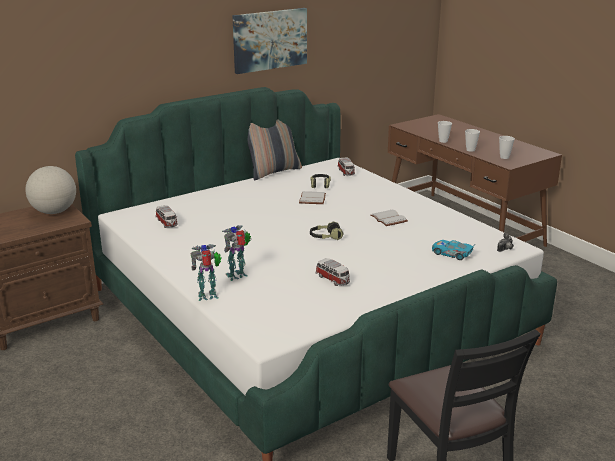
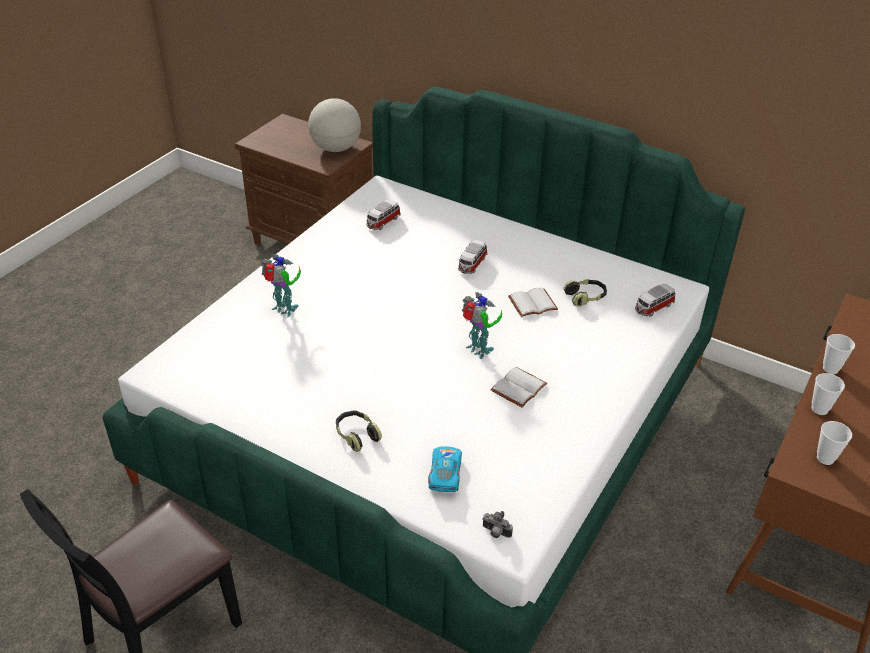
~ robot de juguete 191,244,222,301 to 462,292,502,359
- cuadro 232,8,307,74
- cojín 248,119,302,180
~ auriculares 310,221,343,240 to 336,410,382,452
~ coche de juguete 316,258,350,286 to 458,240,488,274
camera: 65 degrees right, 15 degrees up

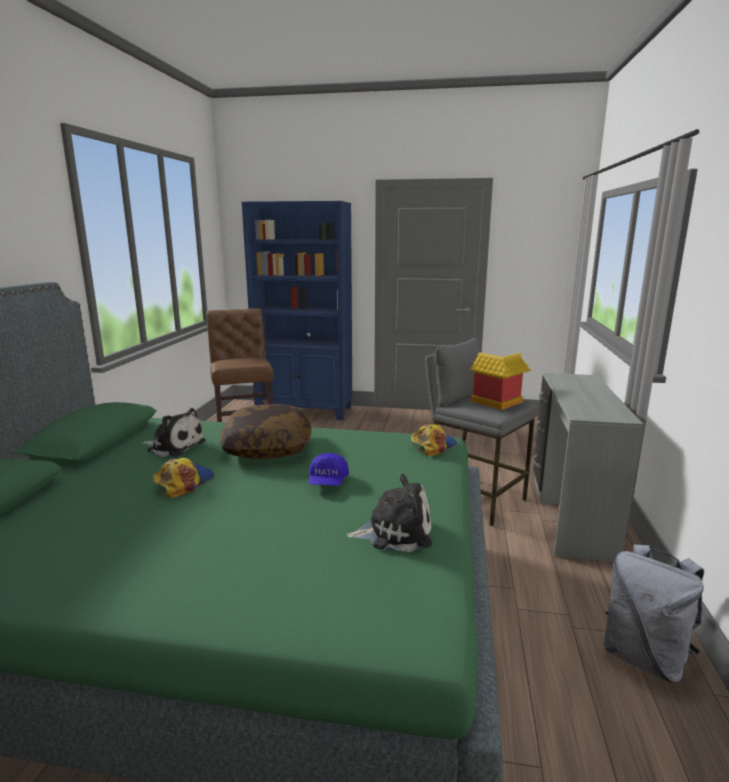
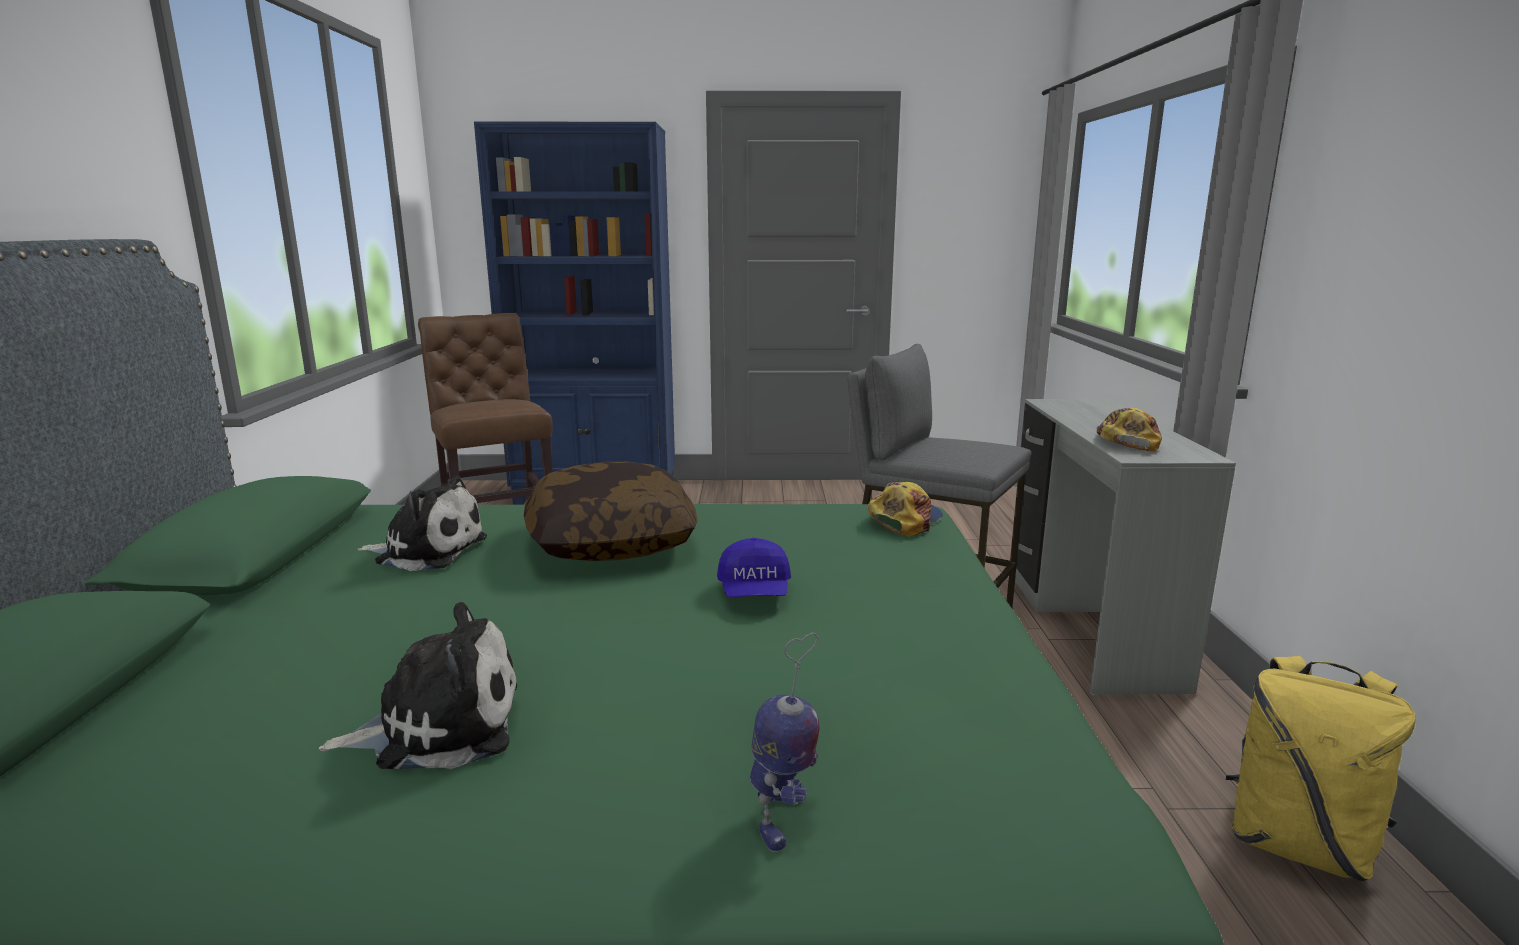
~ gorra 153,458,214,498 to 1096,408,1162,452
~ peluche 346,474,432,552 to 319,602,517,769
- casita 470,352,531,410
~ mochila/gris 604,545,704,683 to mochila/amarillo 1226,656,1416,881
+ robot de juguete 750,633,820,852
camera: 10 degrees left, 0 degrees up

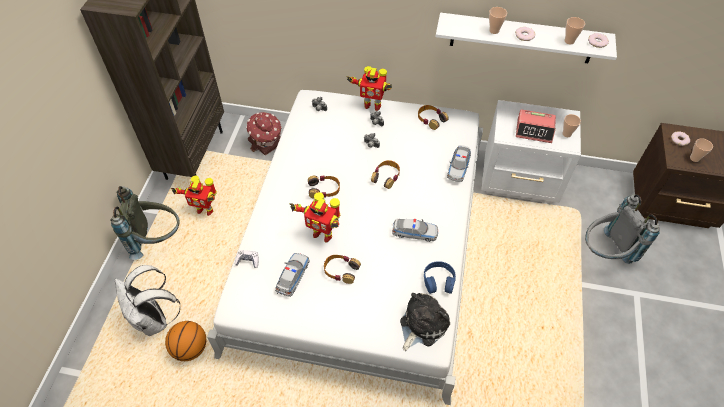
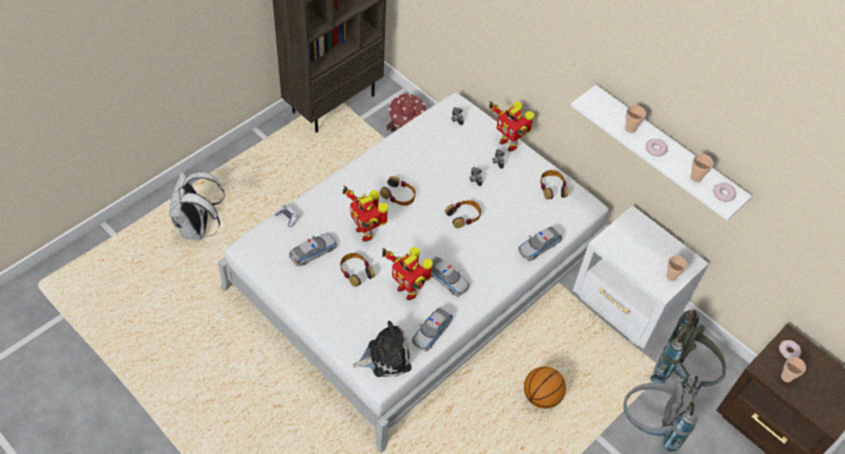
~ mochila/gris 110,186,180,260 to 650,309,726,386
~ balón de baloncesto 165,321,206,361 to 524,366,566,409
~ robot de juguete 171,176,217,216 to 382,247,433,300
~ auriculares/azul 424,261,456,294 to coche de juguete 412,307,453,351
- despertador 516,109,556,143
camera: 30 degrees right, 0 degrees up

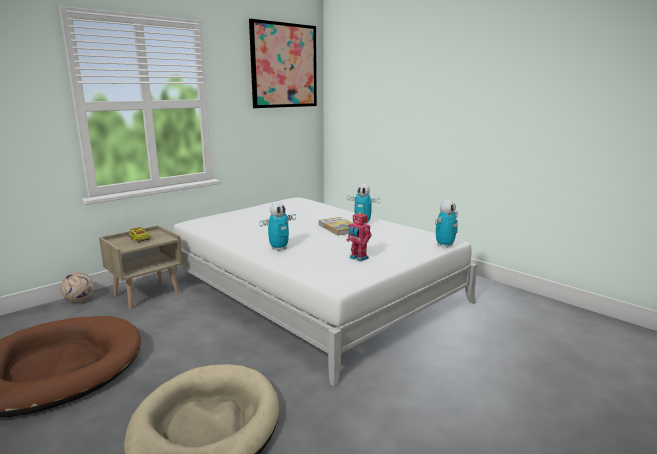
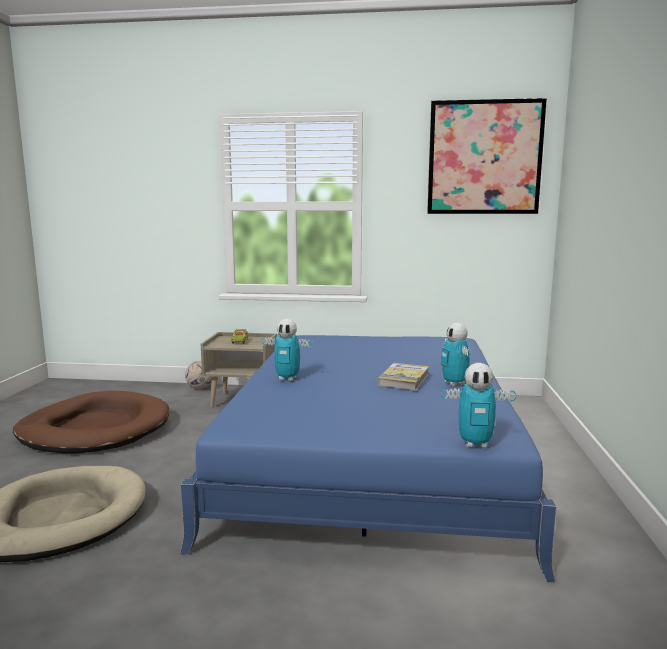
~ cama/blanco 168,198,477,387 to cama/azul 180,335,556,582
- robot de juguete 346,212,372,262
camera: 50 degrees right, 5 degrees down

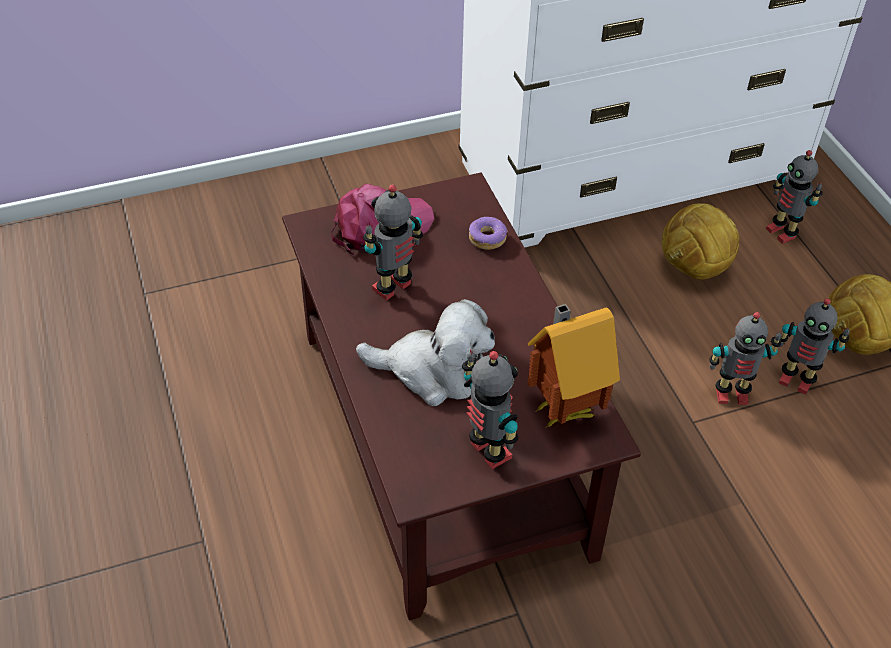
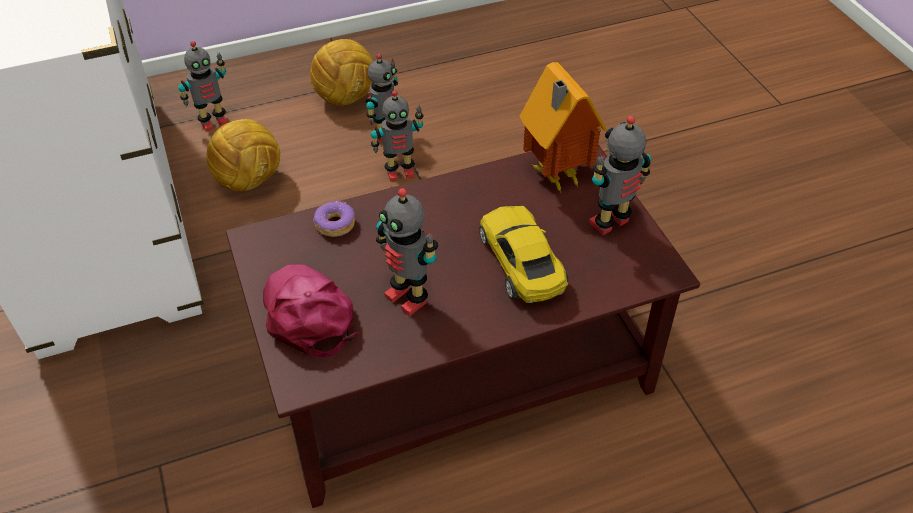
~ peluche 356,299,495,406 to coche de juguete/amarillo 479,206,568,303
~ robot de juguete 710,312,781,405 = 371,90,423,181 75 degrees clockwise
camera: 90 degrees left, 0 degrees up

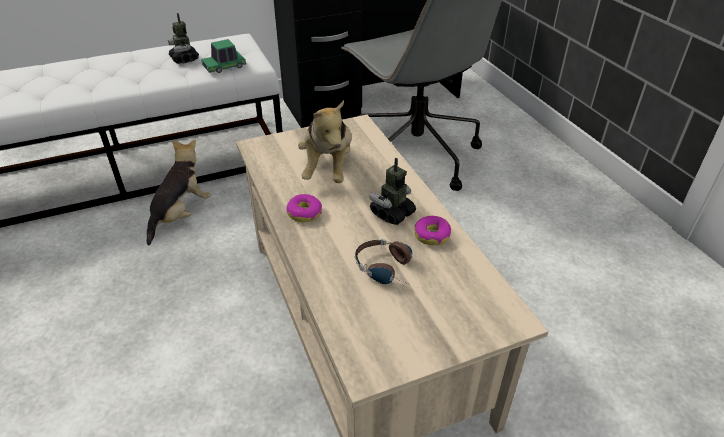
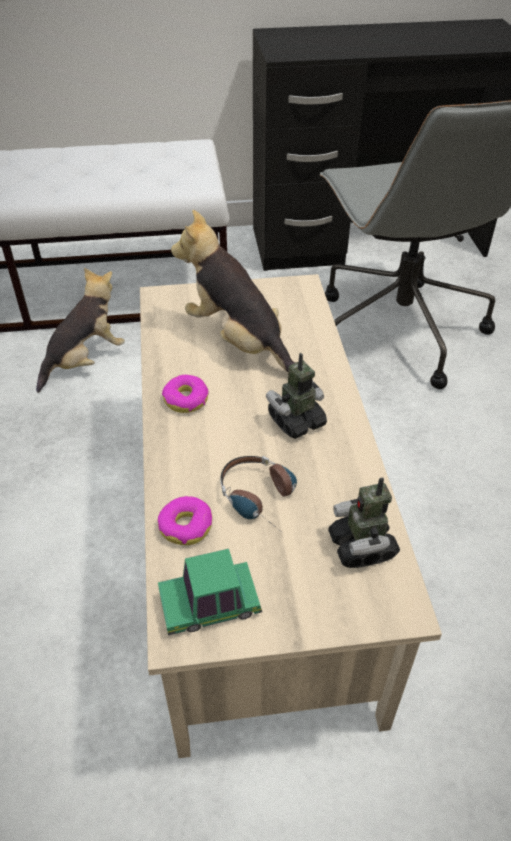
~ robot de juguete 168,13,199,64 to 328,477,400,568
~ coche de juguete 201,39,246,73 to 158,549,262,635
~ peluche 298,100,352,183 = 171,210,295,372 120 degrees clockwise
~ rosquilla 414,216,451,245 to 158,496,212,545
camera: 15 degrees right, 5 degrees up

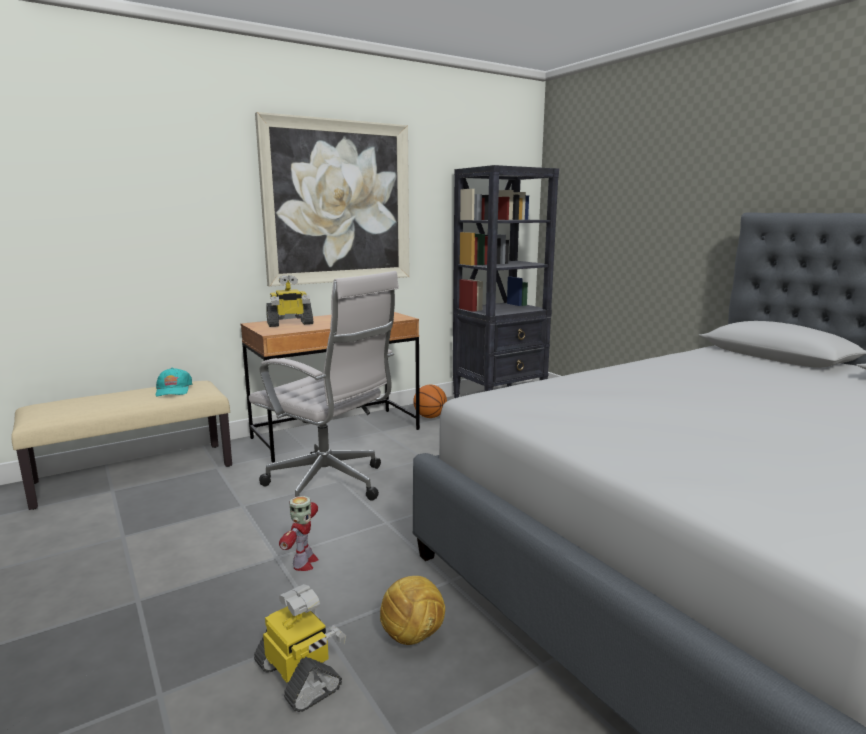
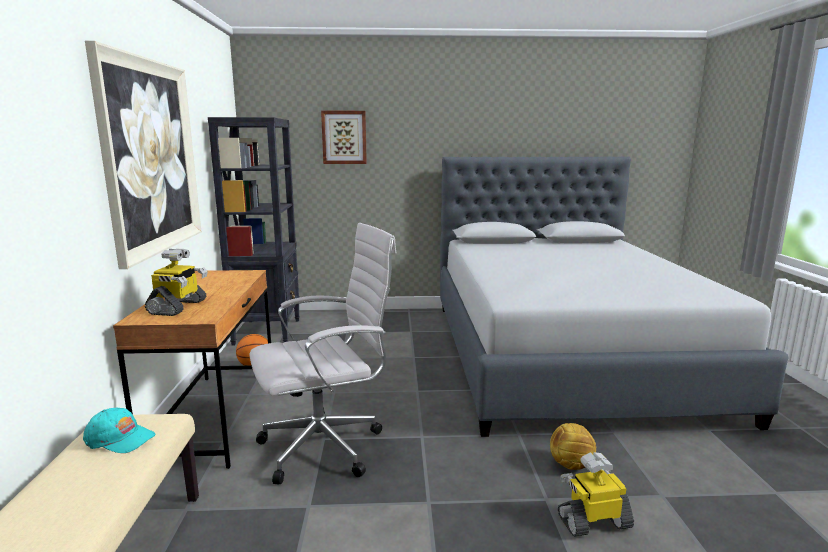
- robot de juguete 279,496,318,571
+ cuadro 321,111,367,164
camera: 60 degrees left, 0 degrees up

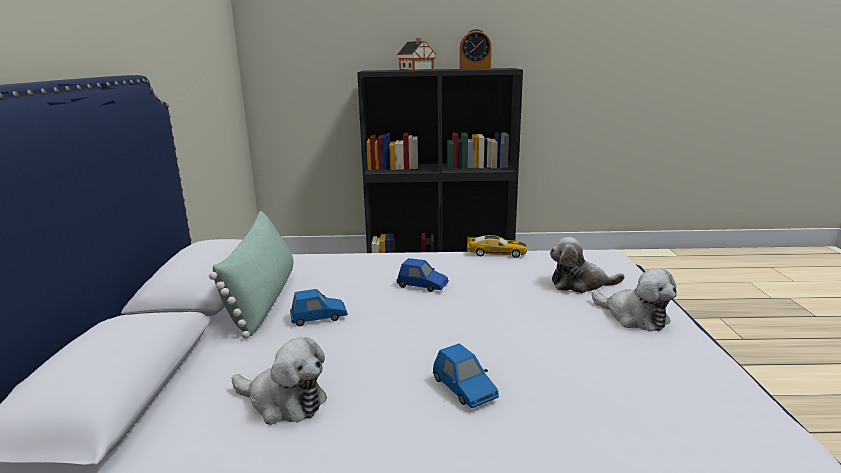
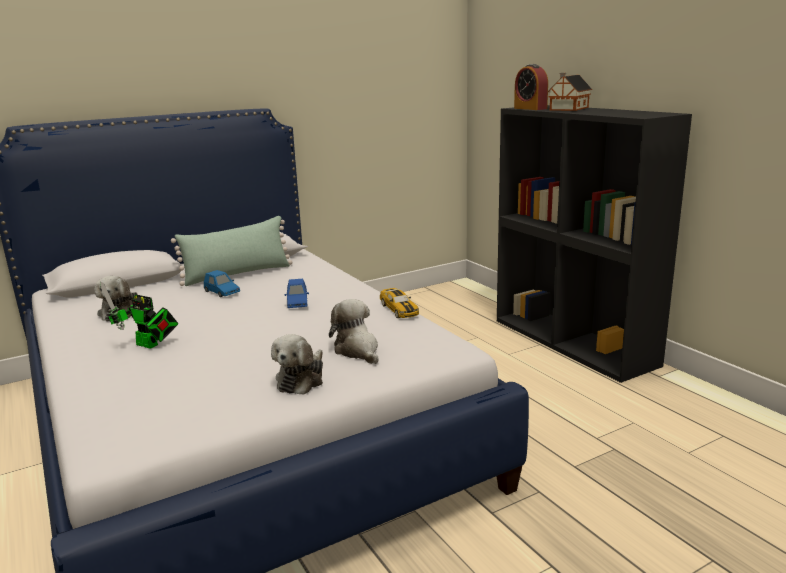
~ coche de juguete/azul 433,343,499,408 to robot de juguete 100,282,178,349
~ despertador 460,29,491,70 to 514,64,548,110
camera: 60 degrees right, 0 degrees up

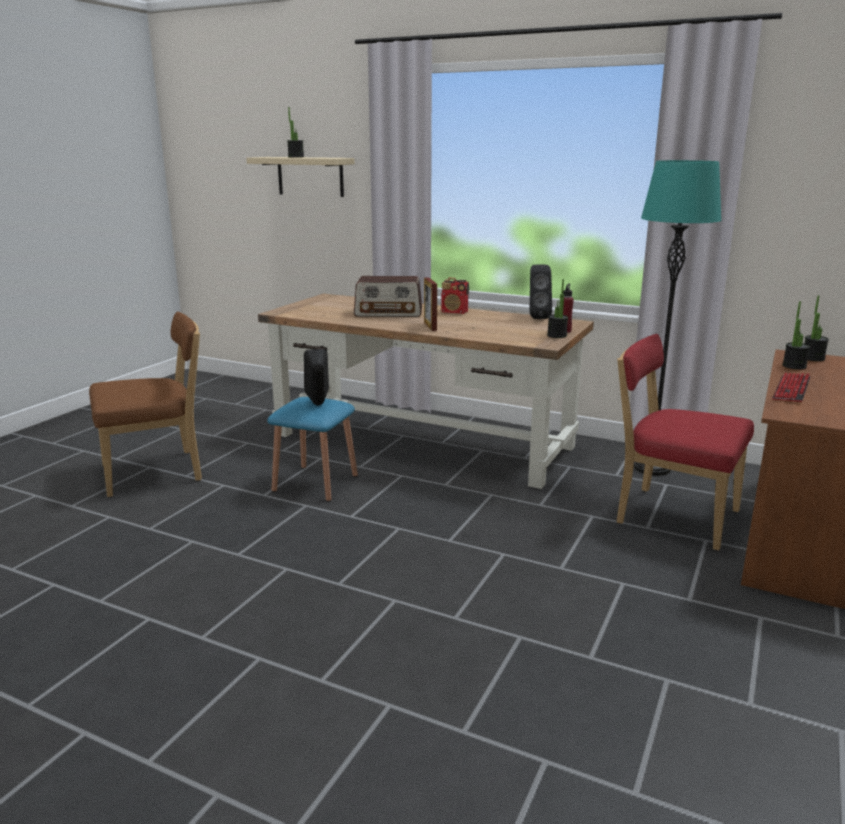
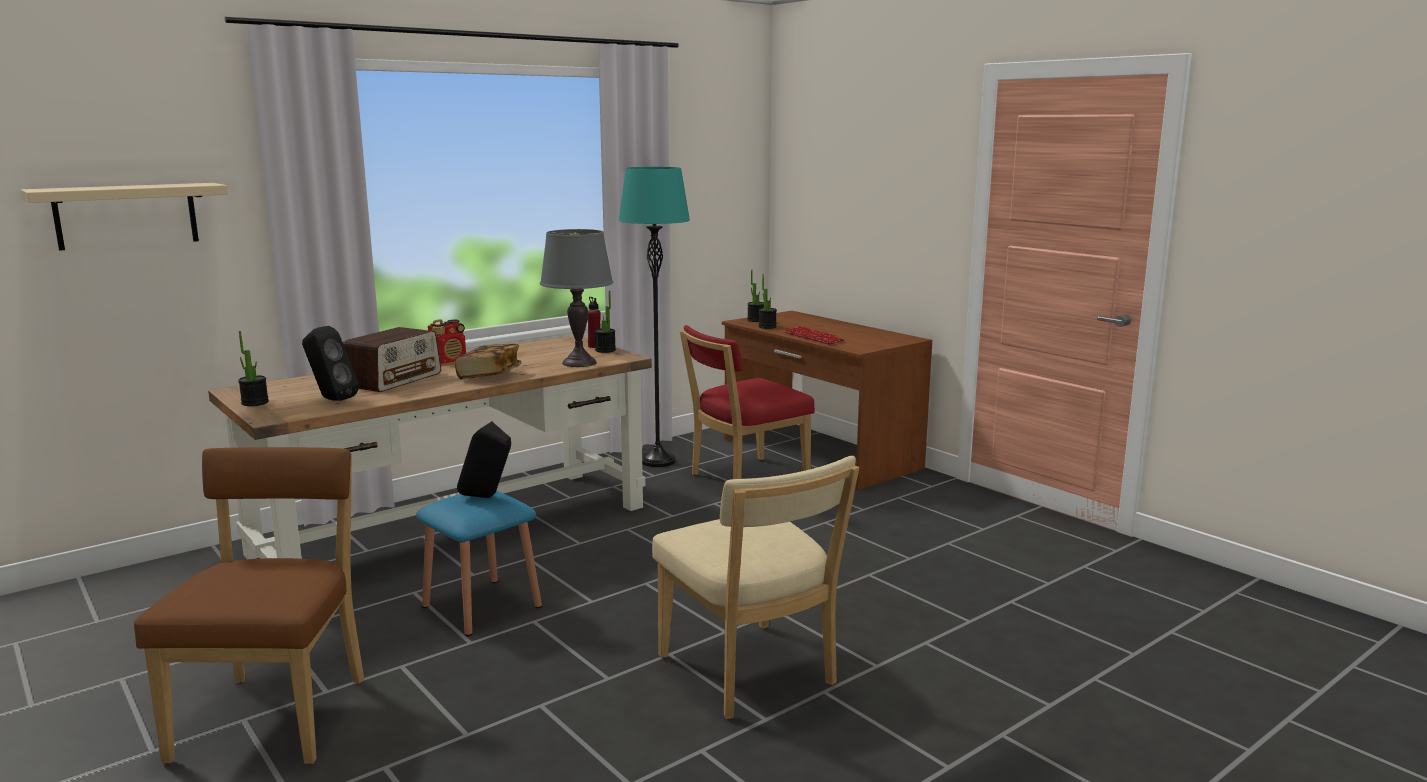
~ planta en maceta 287,107,304,157 to 238,331,269,406
~ portarretratos 424,277,437,331 to libro 455,344,522,379
~ altavoz/negro 530,264,552,319 to 302,326,359,401
+ lámpara de mesa/gris 540,229,613,367
+ silla/beis 652,456,859,719
camera: 65 degrees left, 5 degrees down

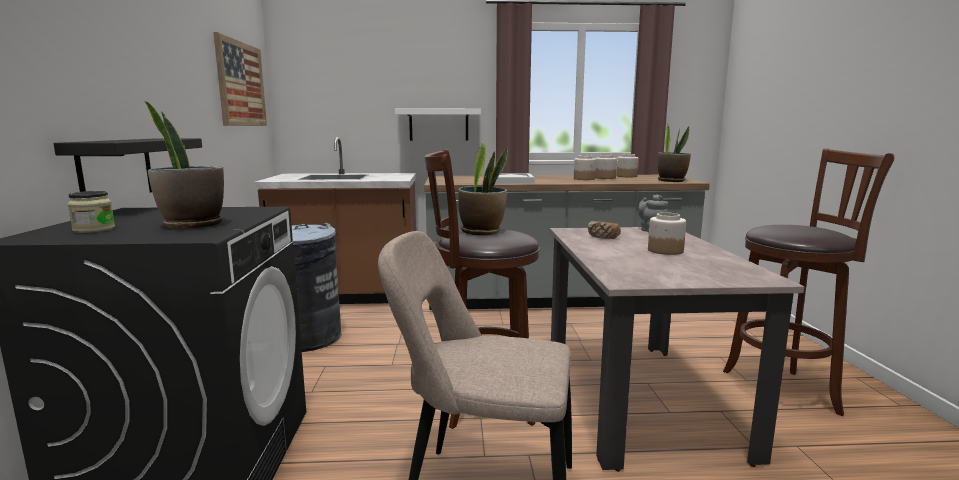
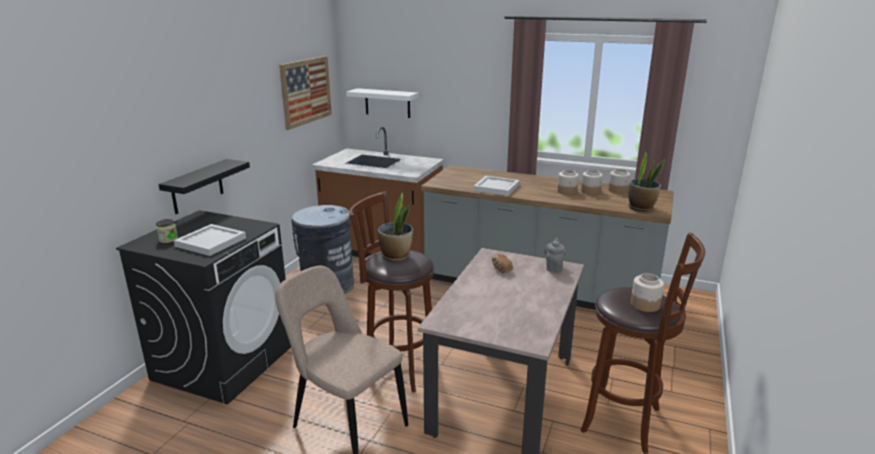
~ planta en maceta 145,101,224,229 to bandeja/blanco 174,224,246,256
~ estante/blanco 395,109,481,141 to 346,88,419,118
~ tarro 648,212,686,255 to 631,273,664,312
camera: 25 degrees right, 10 degrees up

